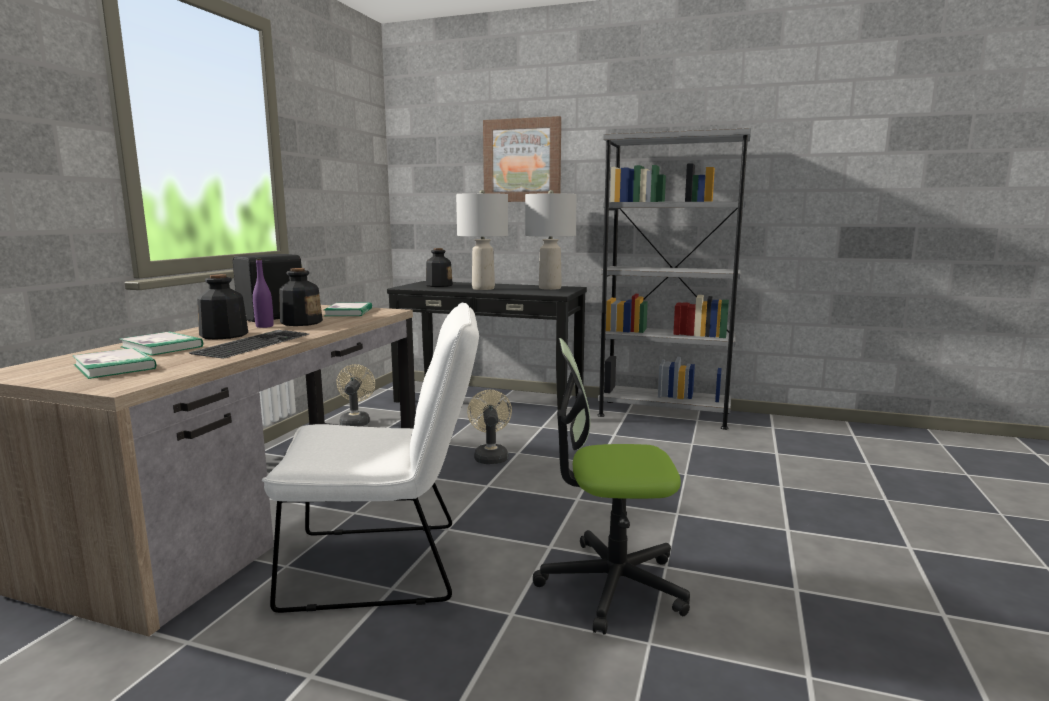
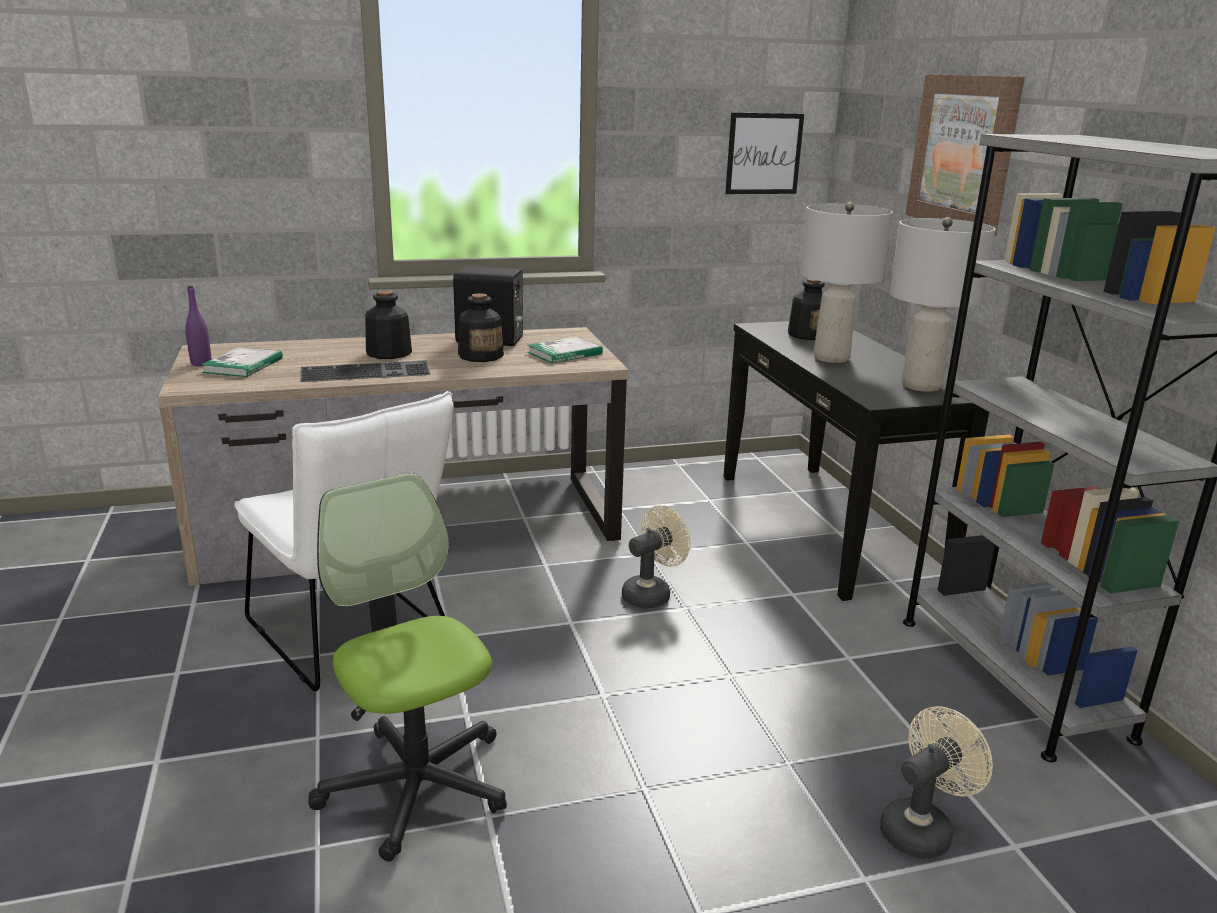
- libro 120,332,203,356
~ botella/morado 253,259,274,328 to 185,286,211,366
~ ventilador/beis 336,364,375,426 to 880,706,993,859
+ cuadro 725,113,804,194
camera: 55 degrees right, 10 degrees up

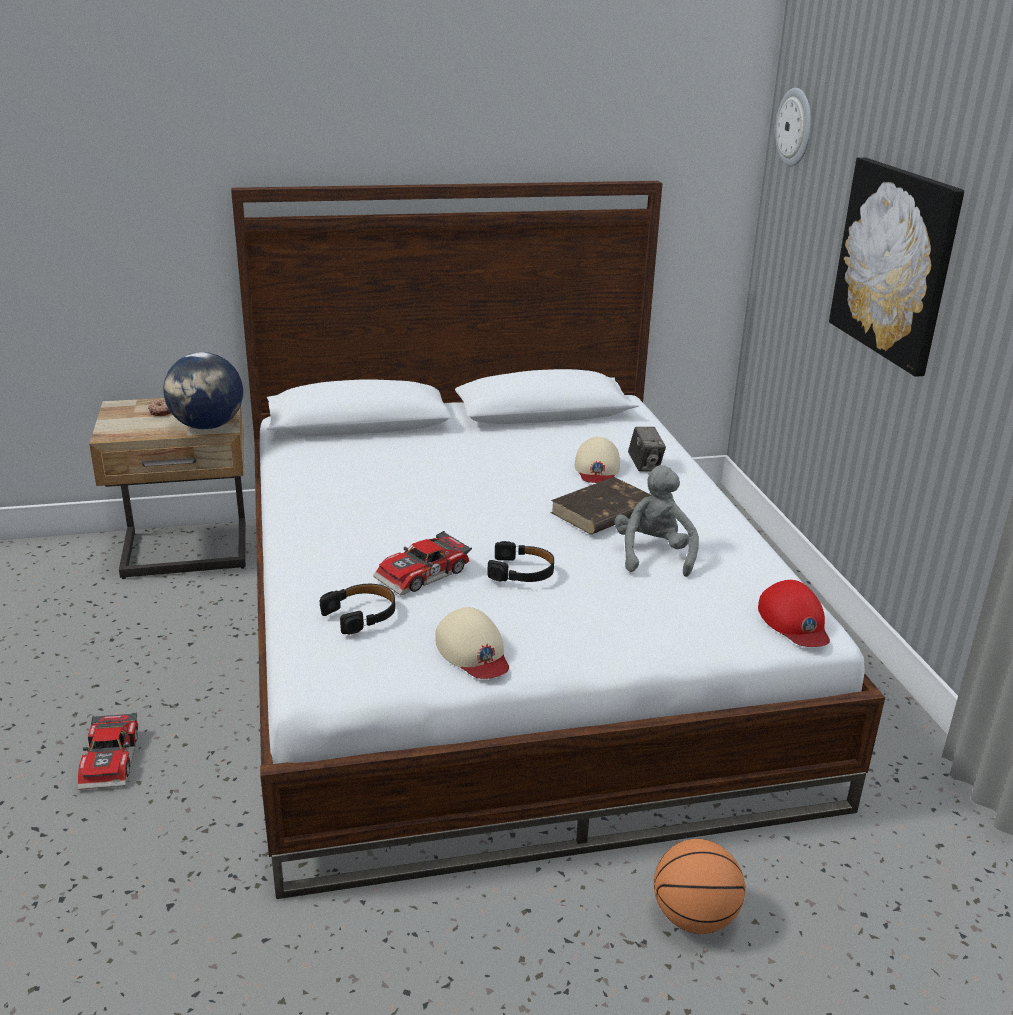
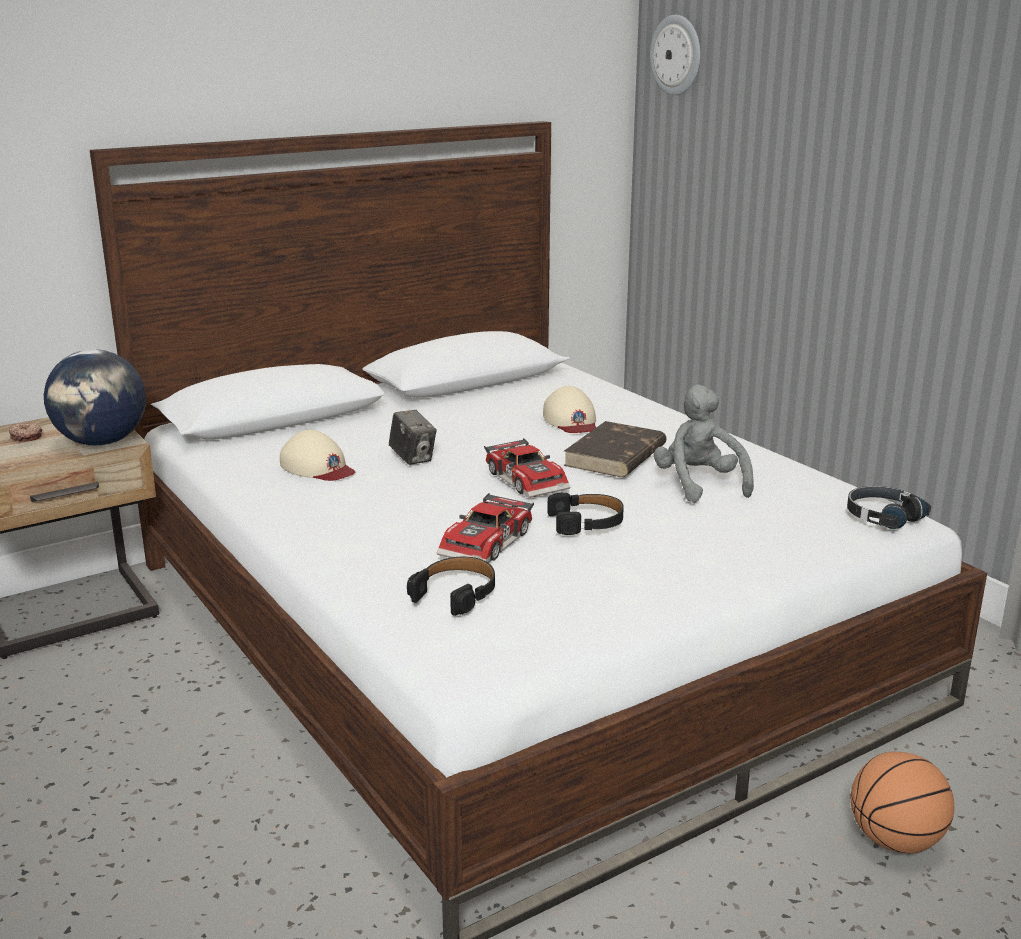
~ coche de juguete 78,712,138,790 to 484,438,571,498
~ gorra/beis 435,607,509,679 to 280,430,355,481
~ cámara 628,427,666,472 to 389,410,437,465
~ gorra/rojo 758,580,830,647 to auriculares/negro 847,486,931,529
- cuadro 829,157,965,377
camera: 20 degrees left, 5 degrees down

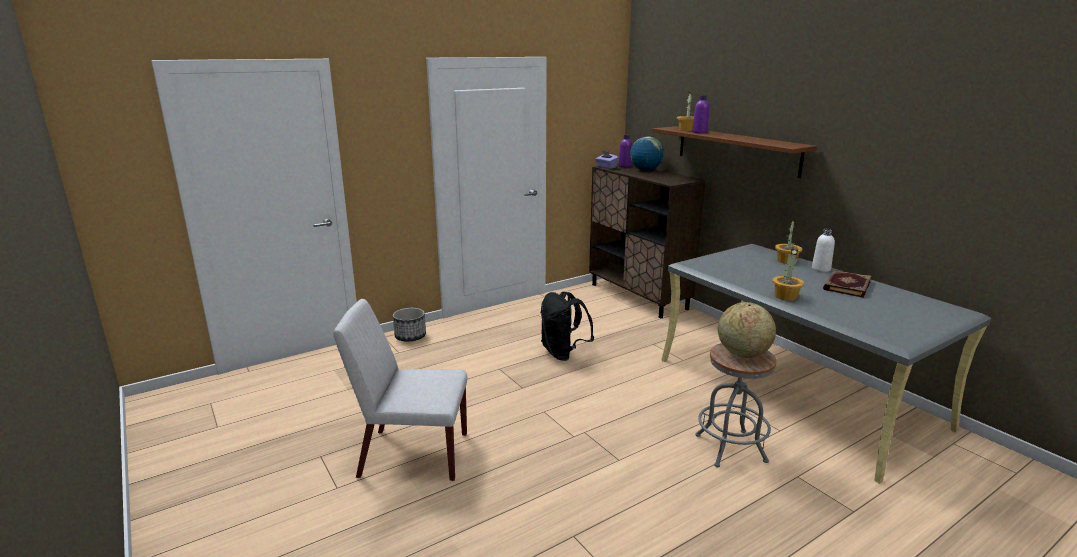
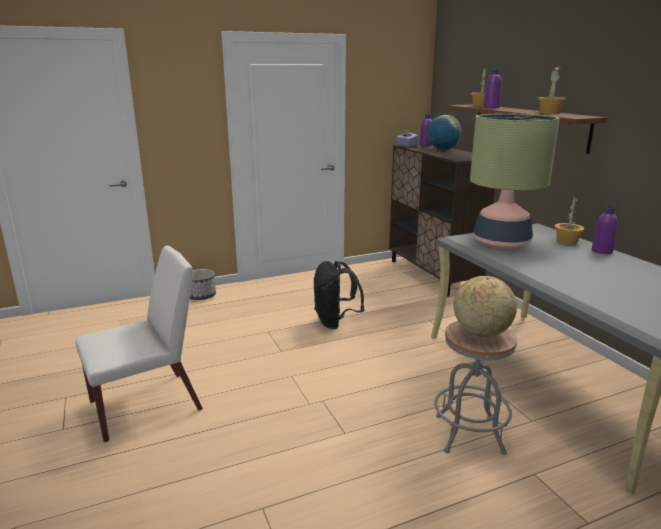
~ silla/blanco 333,299,467,481 = 75,246,203,442 135 degrees clockwise
~ planta en maceta 772,249,804,301 to 538,67,566,114
~ botella/blanco 812,228,835,272 to botella/morado 592,207,618,254
- libro 823,270,872,298
+ lámpara de mesa 470,113,560,249
camera: 10 degrees right, 0 degrees up

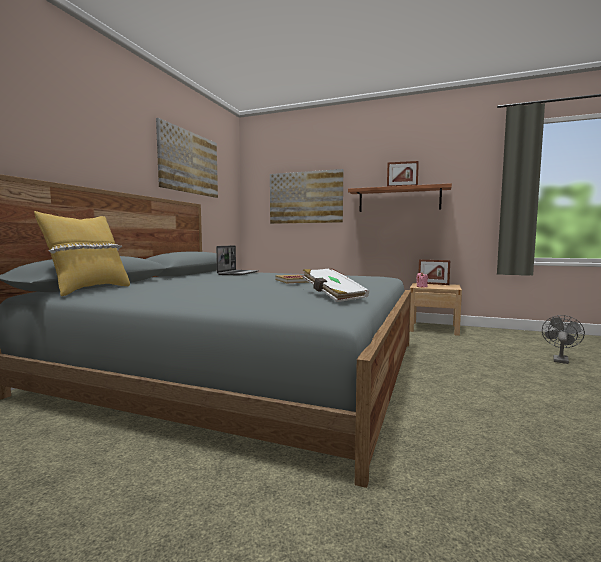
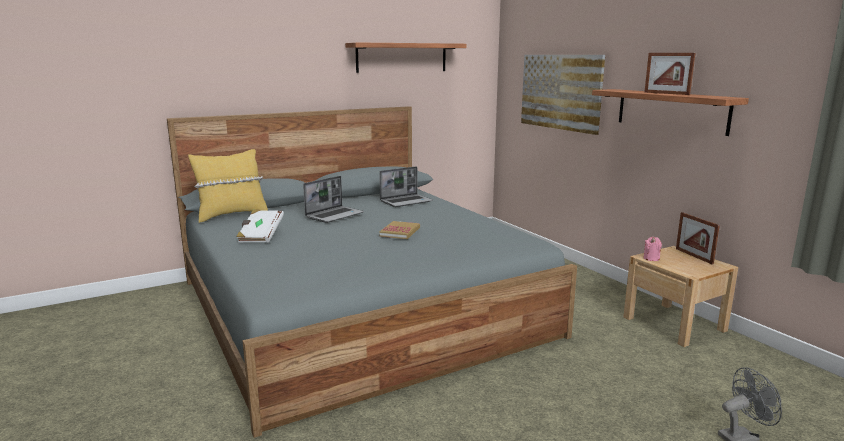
~ cuadro 156,118,218,198 to estante 345,42,467,73
~ libro/blanco 302,268,369,302 to 236,209,284,242
+ portátil 303,176,364,223
camera: 40 degrees right, 10 degrees up

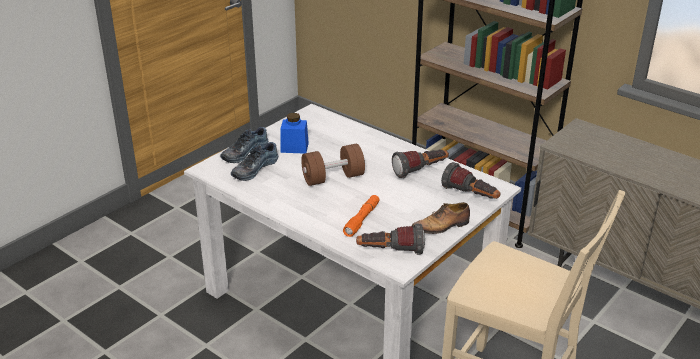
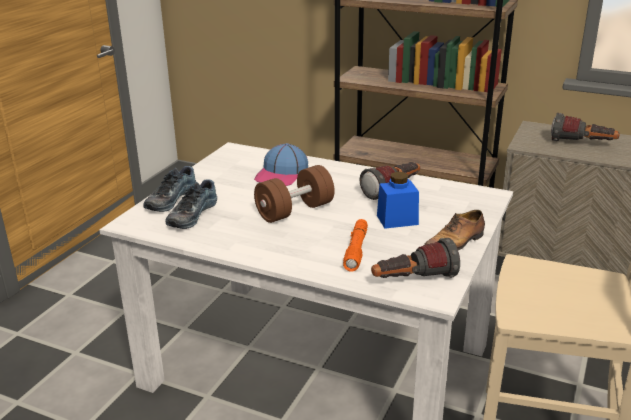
~ tarro/azul 280,113,309,154 to 377,172,419,229
~ linterna 441,162,501,199 to 551,113,620,141
+ gorra 254,143,308,186
camera: 15 degrees left, 5 degrees down

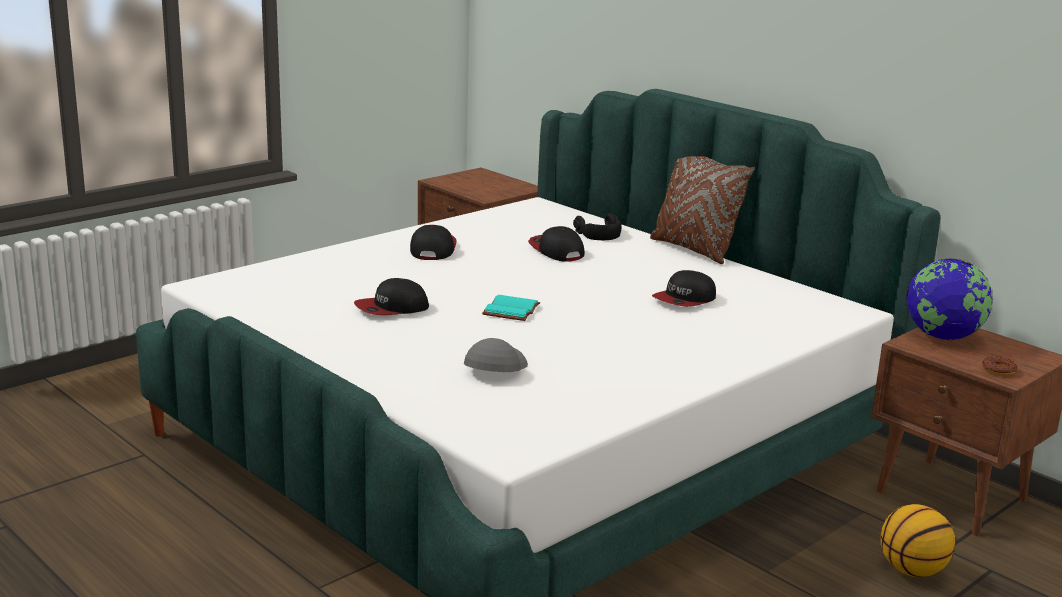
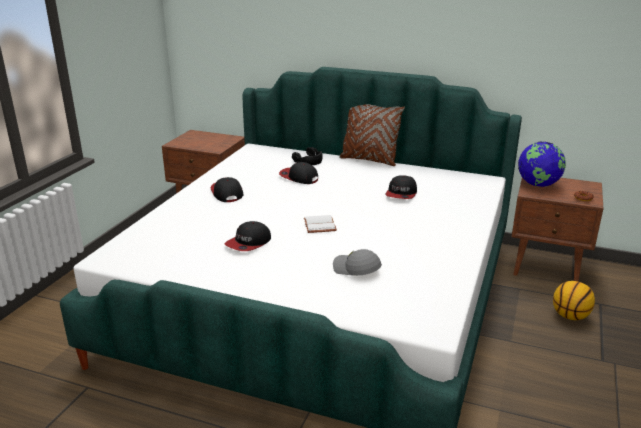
~ gorra/gris 464,338,528,372 = 333,249,382,276 45 degrees counterclockwise
~ libro/turquesa 482,295,540,321 to libro/blanco 304,215,337,233
camera: 25 degrees left, 5 degrees up

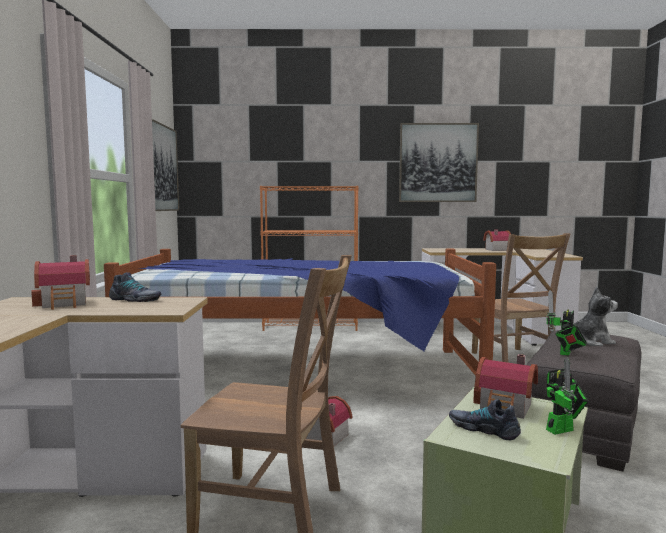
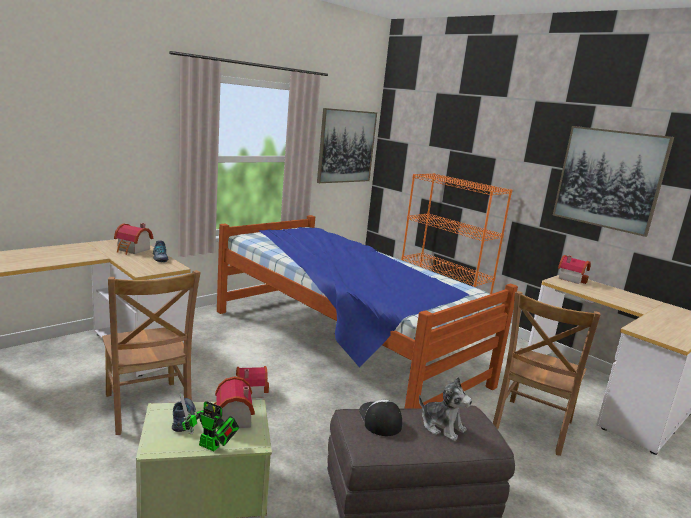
~ casita 483,229,511,251 to 558,255,591,284
~ robot de juguete 546,290,587,356 to gorra 359,400,402,436
camera: 45 degrees right, 10 degrees up

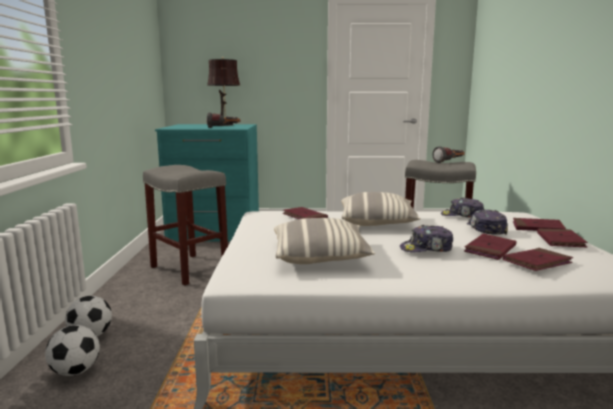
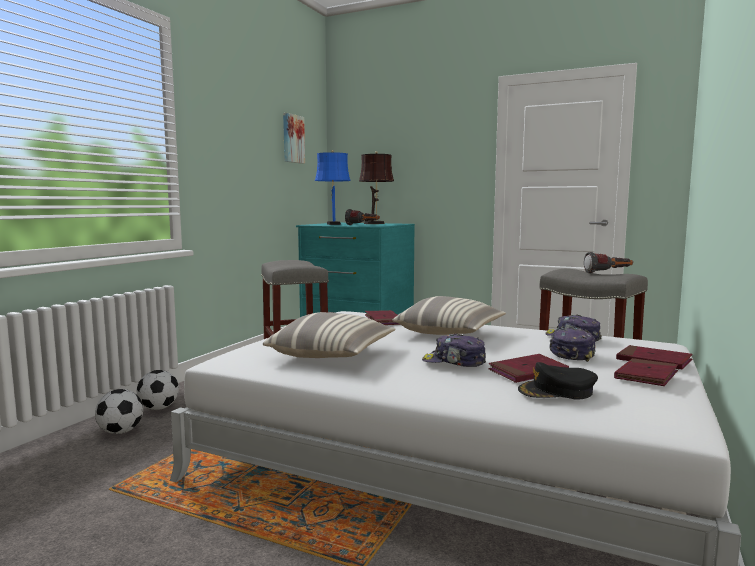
~ libro/rojo 503,248,573,271 to gorra/negro 518,362,598,400
+ cuadro 283,113,305,164
+ lámpara de mesa/azul 315,150,351,225
camera: 25 degrees right, 5 degrees down

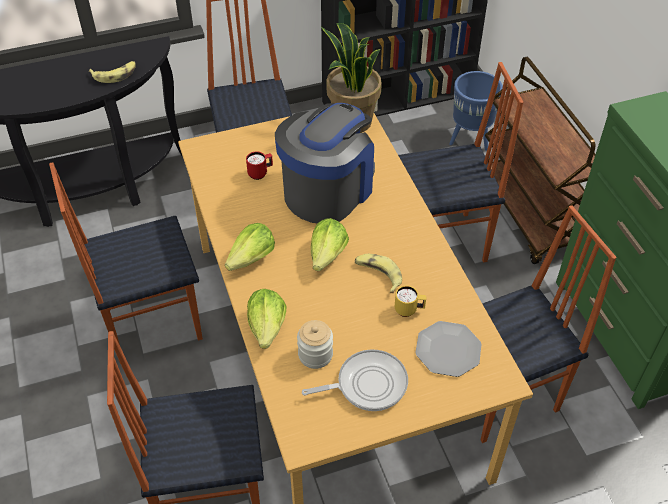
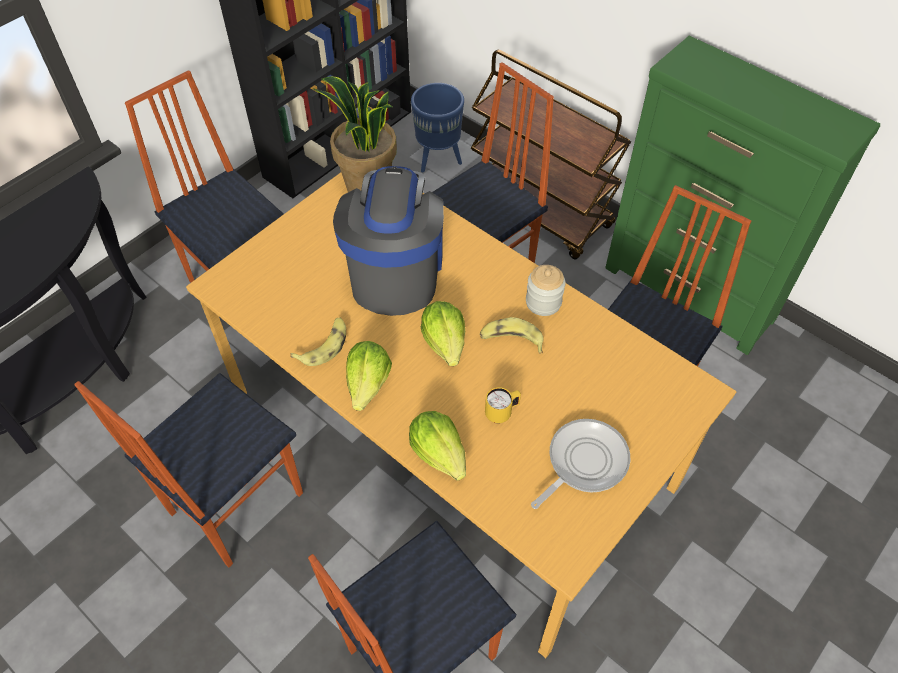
~ plátano 89,61,136,83 to 291,317,346,366
- taza grande/rojo 246,151,273,180
~ tarro 297,320,333,369 to 526,265,565,316
~ taza grande/amarillo 395,286,426,317 to 485,387,521,424
- plato 415,321,481,377
camera: 30 degrees left, 5 degrees up

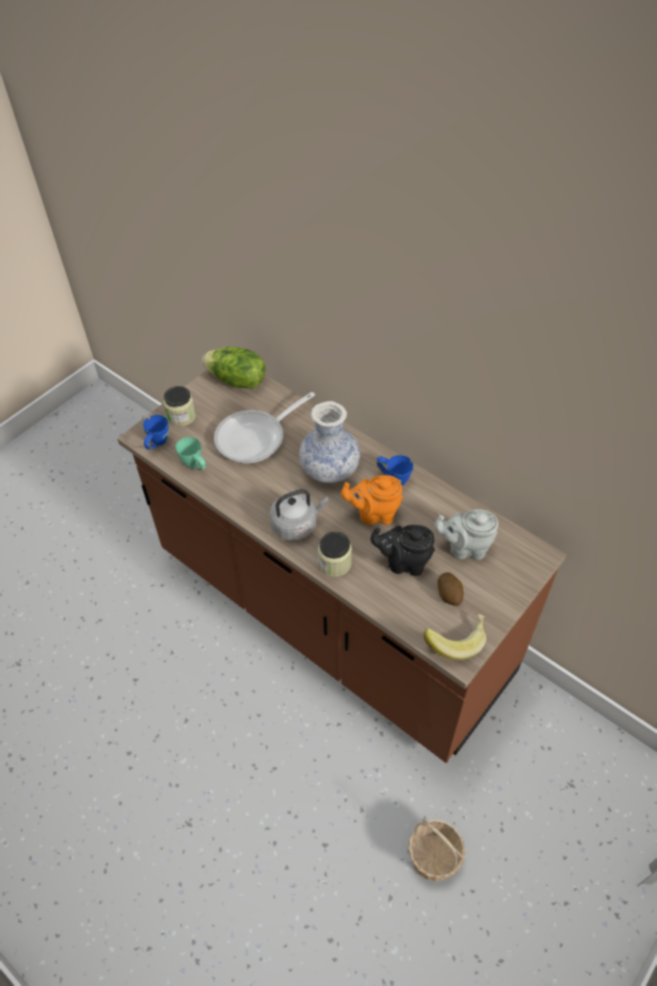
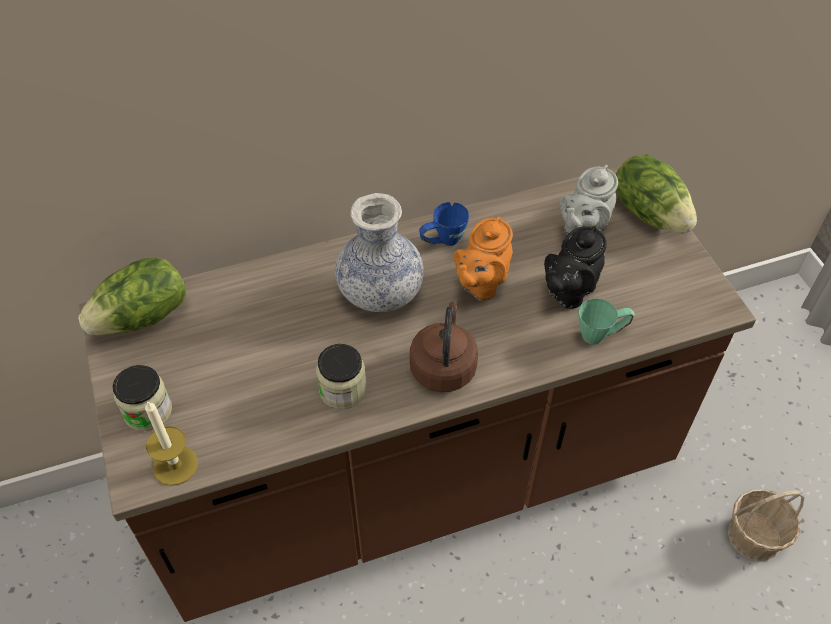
~ taza grande/azul 143,415,168,450 to vela 145,400,198,486
~ taza grande/verde 176,437,206,470 to 578,298,635,345
- sartén 214,392,315,463
~ hervidor/gris 270,489,329,541 to hervidor/marrón 410,301,478,392
~ tarro 318,531,352,577 to 316,344,367,409
- plátano 424,614,486,660
- patata 437,572,464,606
+ lechuga 615,154,697,233
camera: 60 degrees left, 0 degrees up

